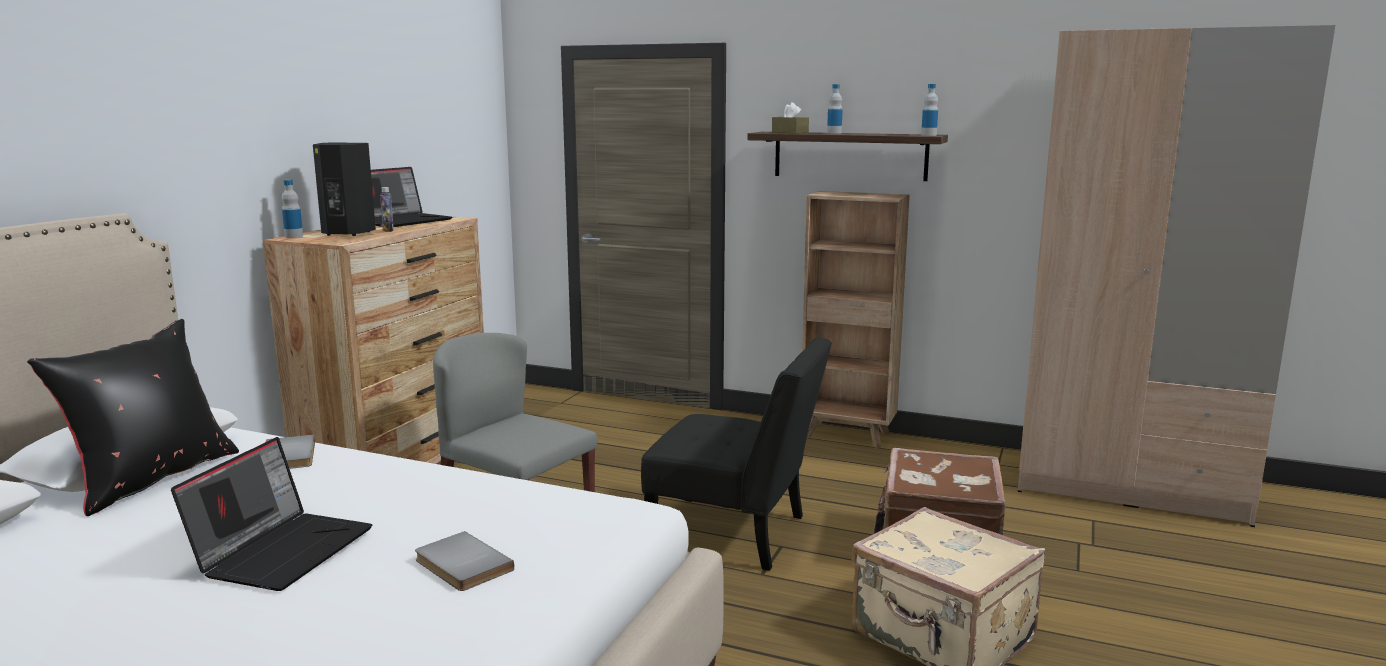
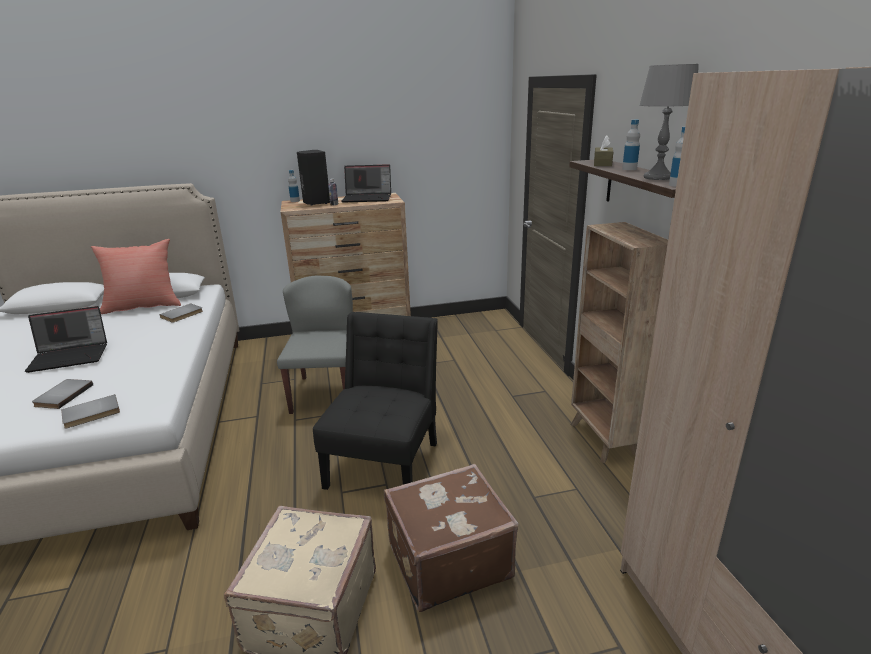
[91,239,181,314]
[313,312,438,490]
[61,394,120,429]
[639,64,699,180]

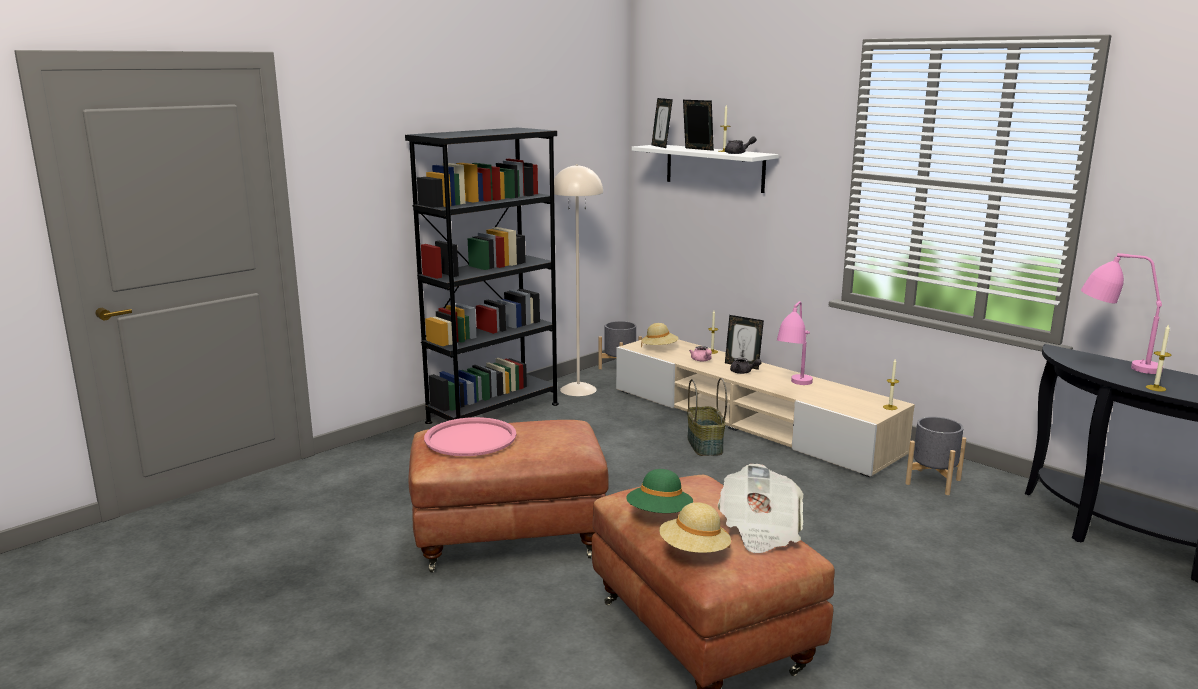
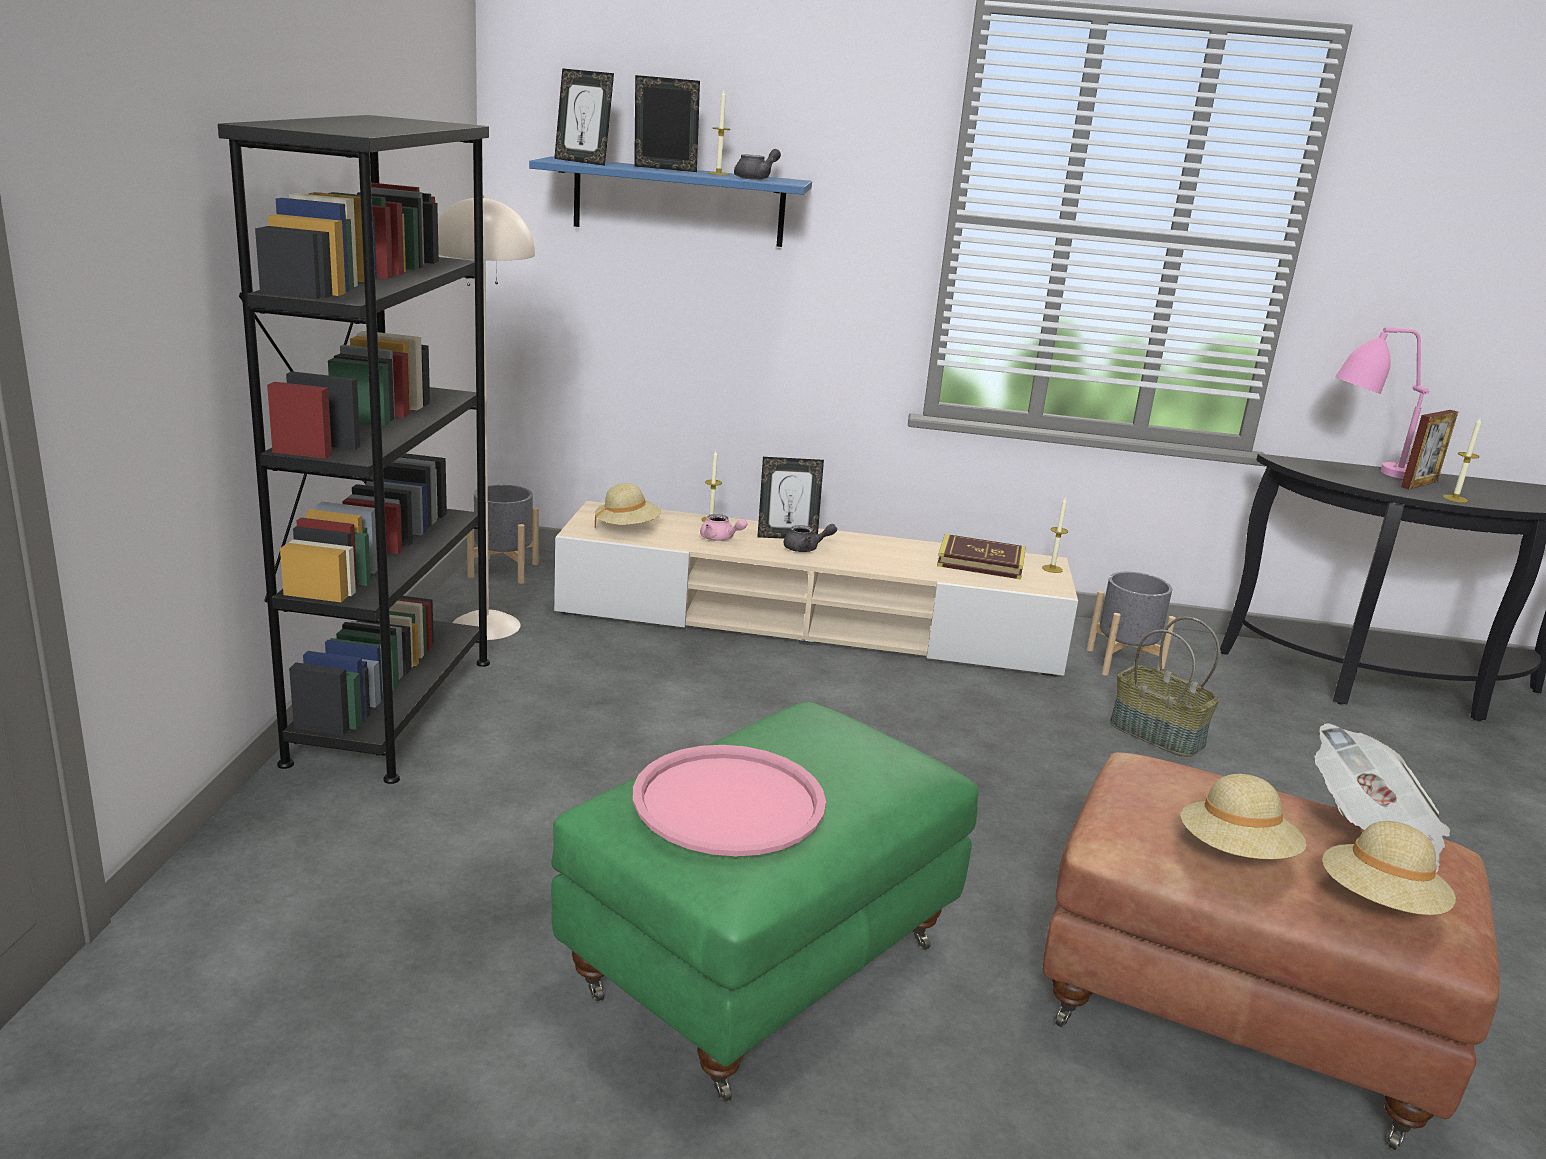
[551,702,979,1102]
[1181,774,1306,859]
[529,156,812,247]
[1110,617,1220,757]
[777,301,813,385] (first image)
[937,534,1026,579]
[1401,410,1458,489]

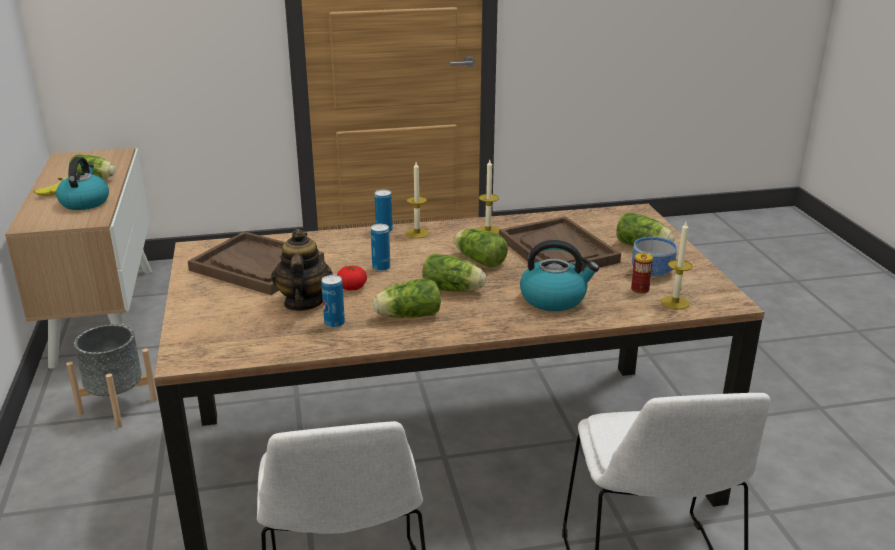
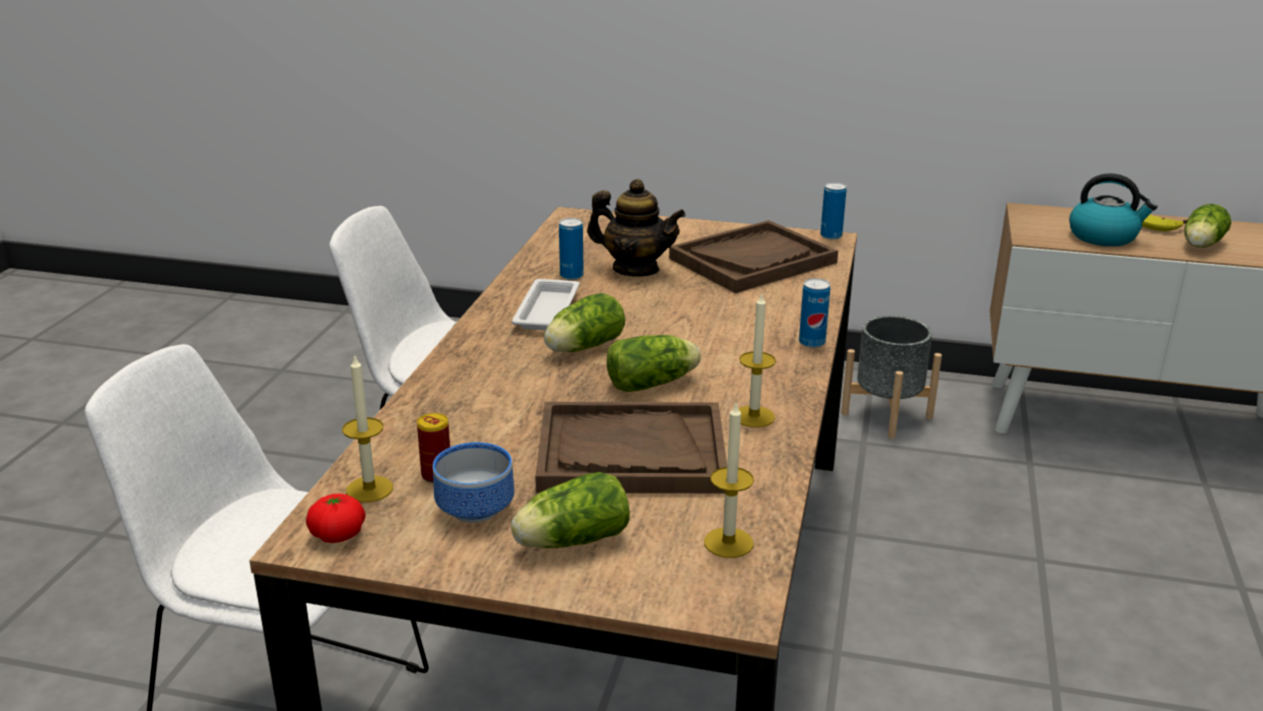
[306,493,365,543]
[820,182,847,240]
[512,279,580,331]
[704,404,754,558]
[520,240,599,311] (first image)

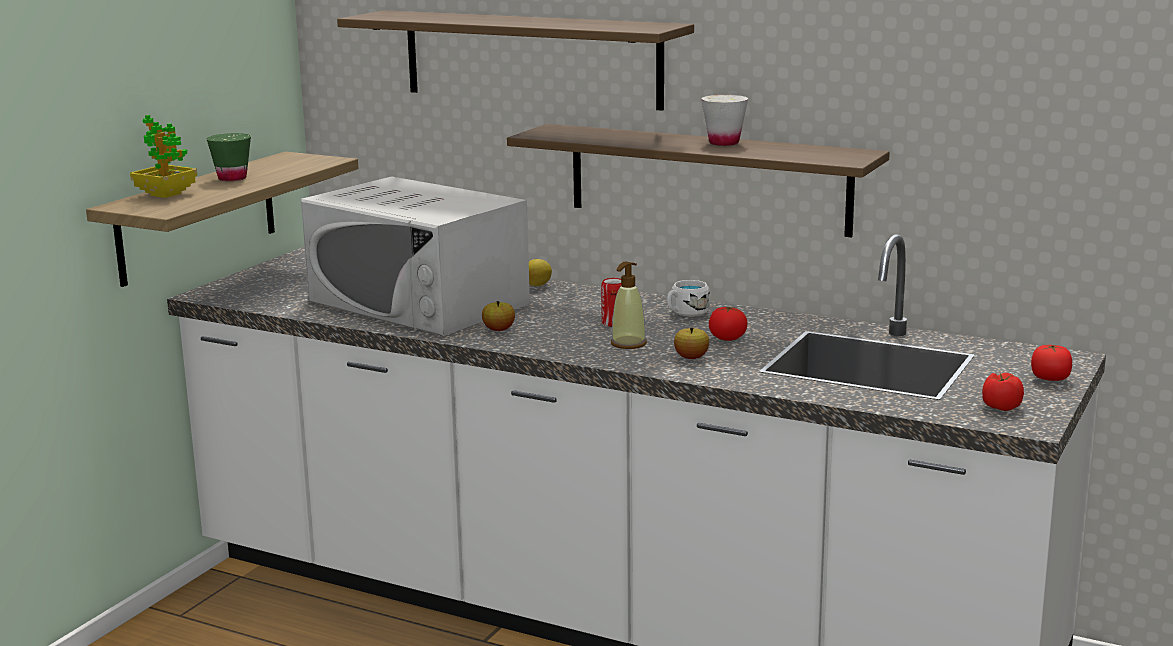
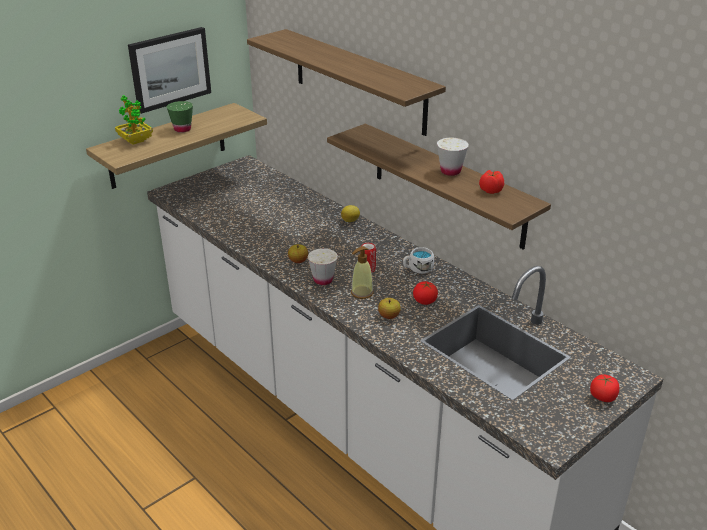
[301,176,530,336] (first image)
[479,170,504,194]
[128,27,211,114]
[308,248,338,285]

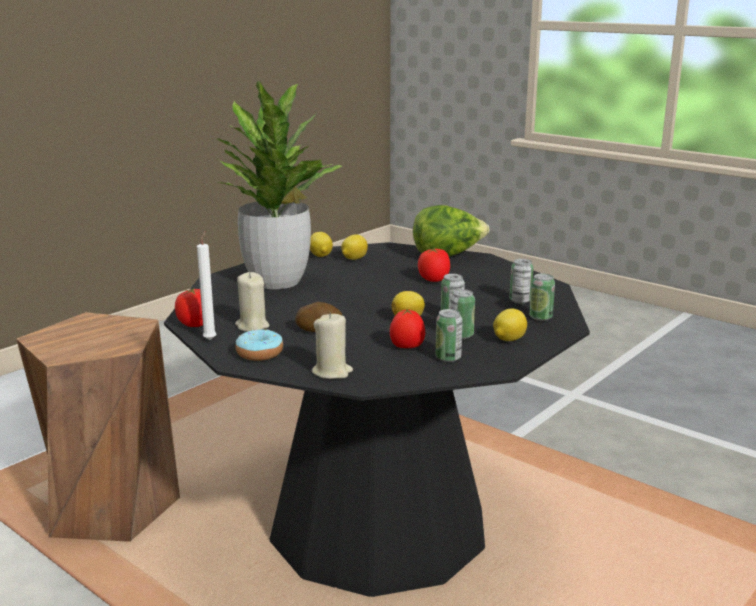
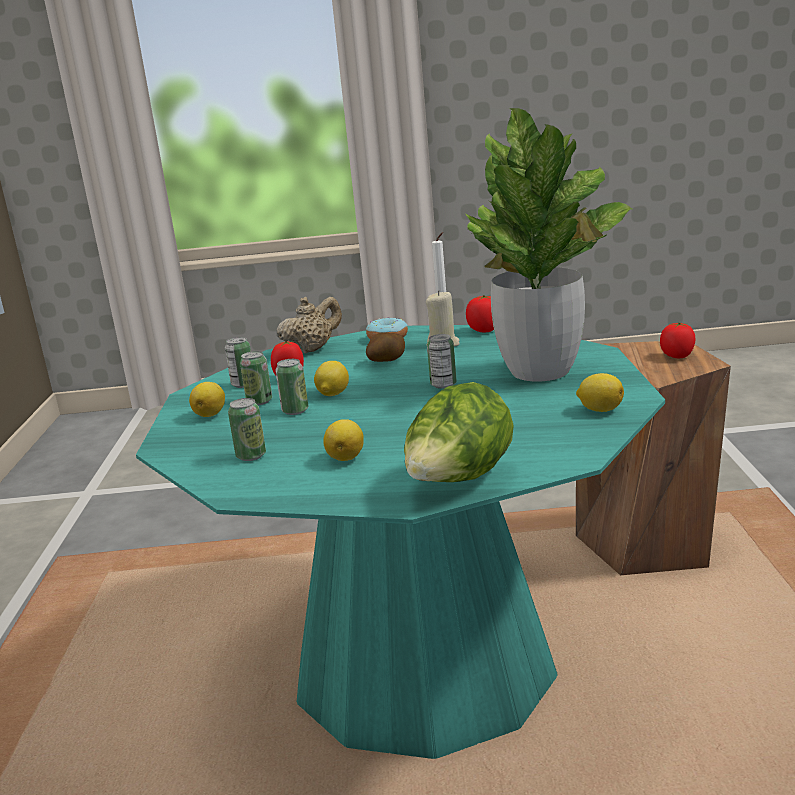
[136,325,665,759]
[277,297,342,354]
[323,419,364,461]
[660,323,696,358]
[427,334,457,389]

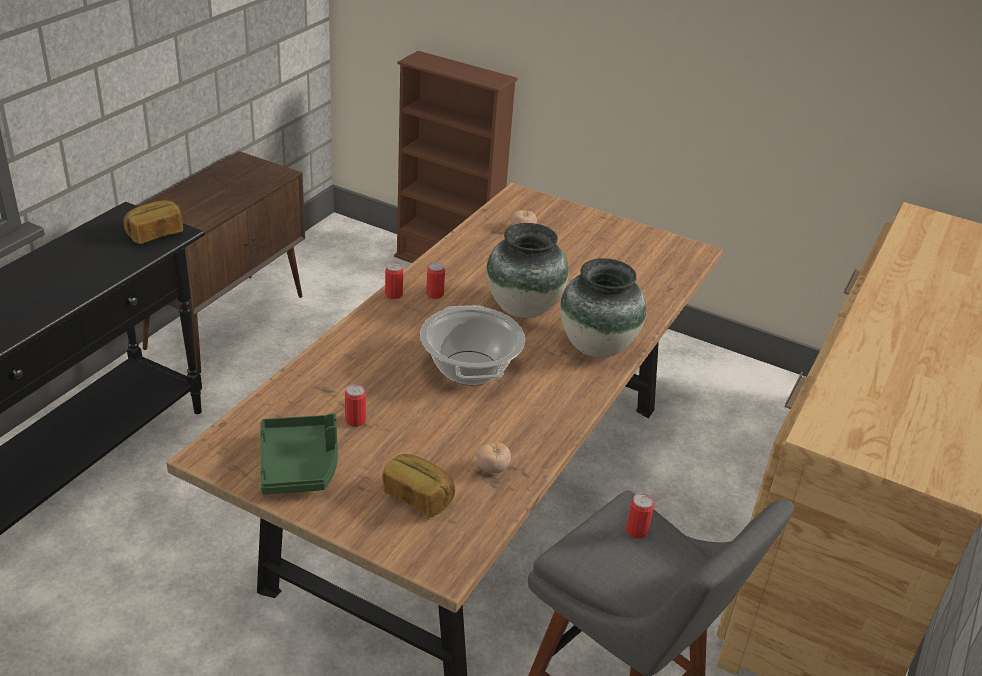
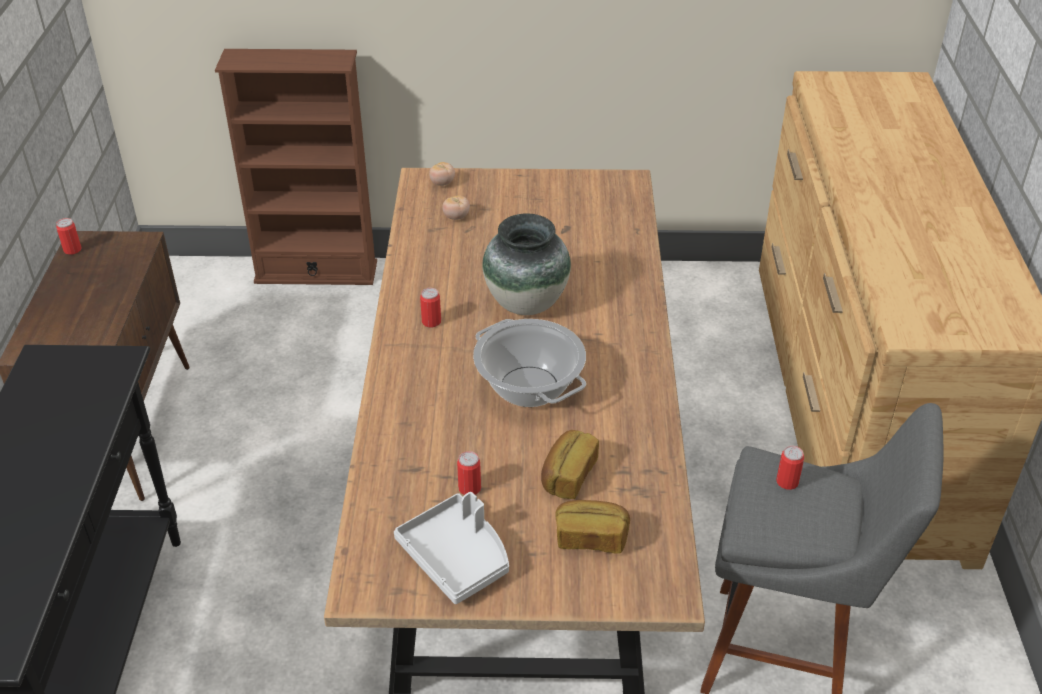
[541,430,599,499]
[394,492,509,604]
[56,218,82,255]
[429,162,455,186]
[560,258,646,357] (first image)

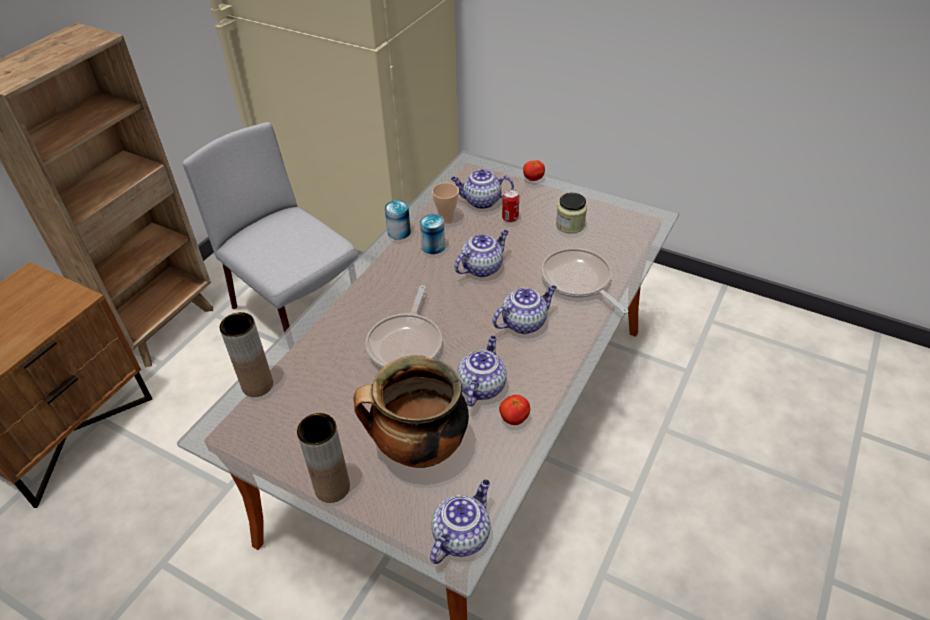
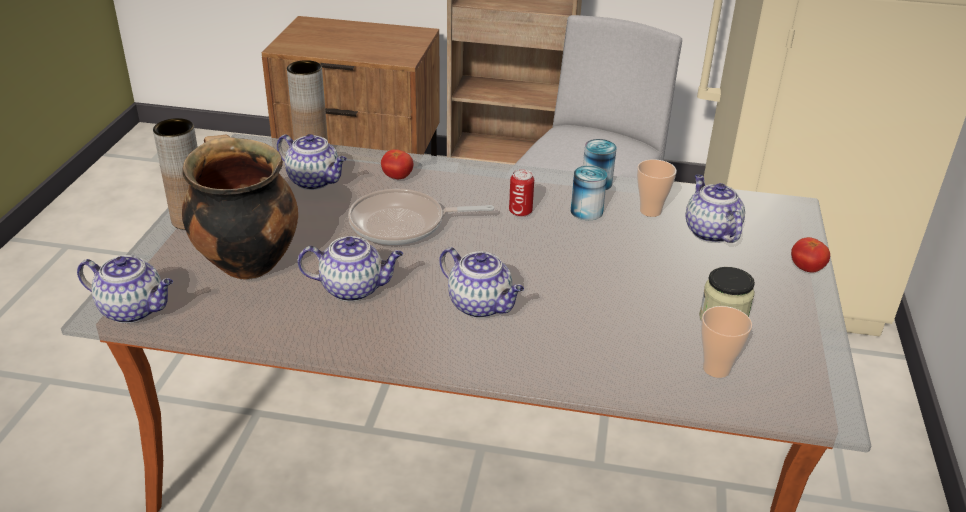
[277,134,347,190]
[381,149,413,179]
[509,169,534,217]
[541,248,629,314] (first image)
[701,306,752,378]

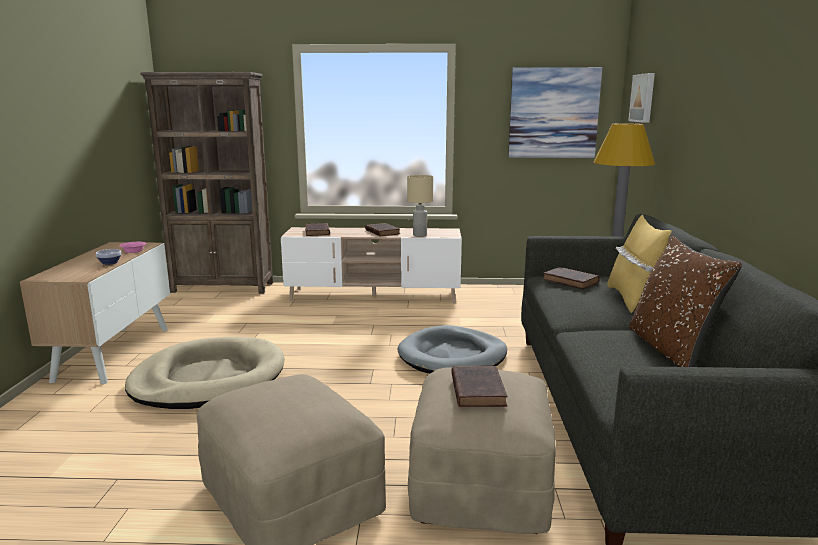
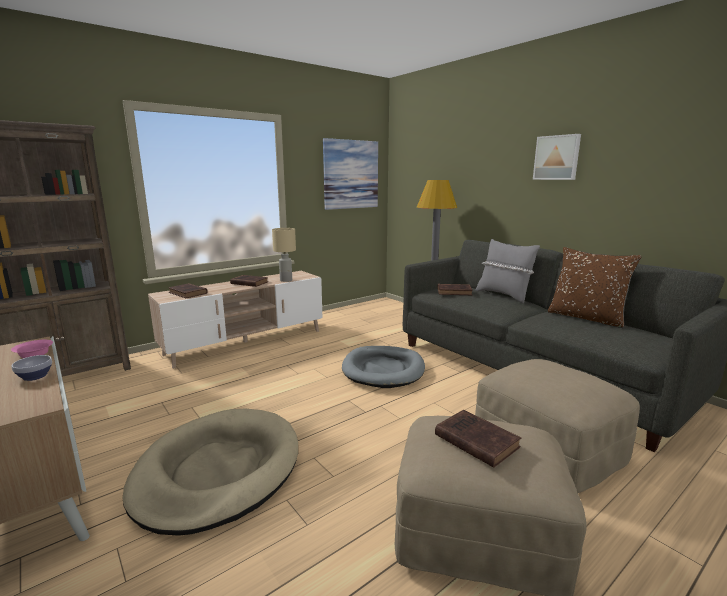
[435,410,521,468]
[475,239,540,303]
[533,134,581,180]

